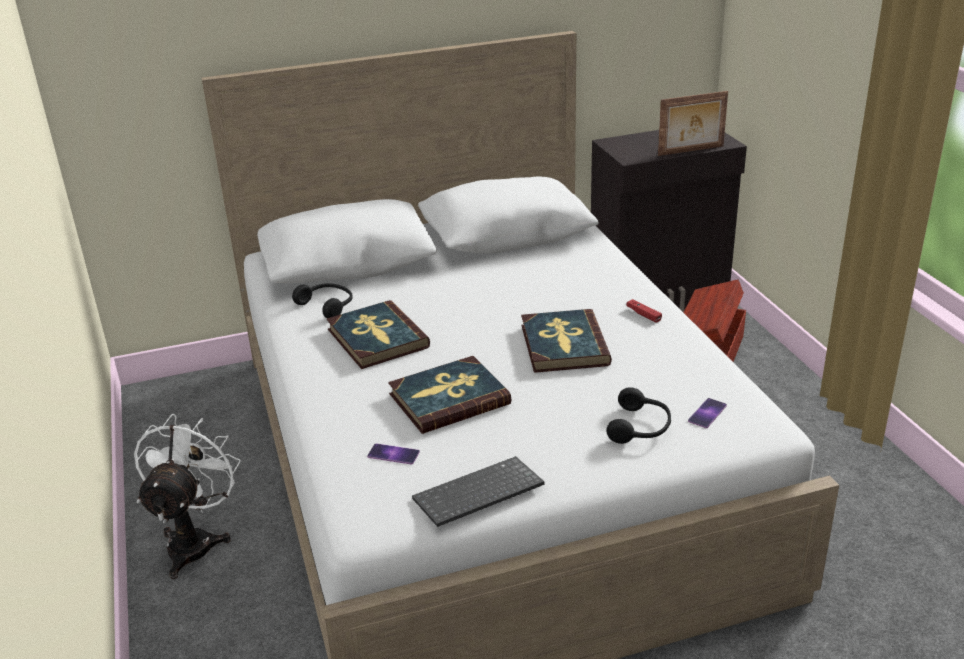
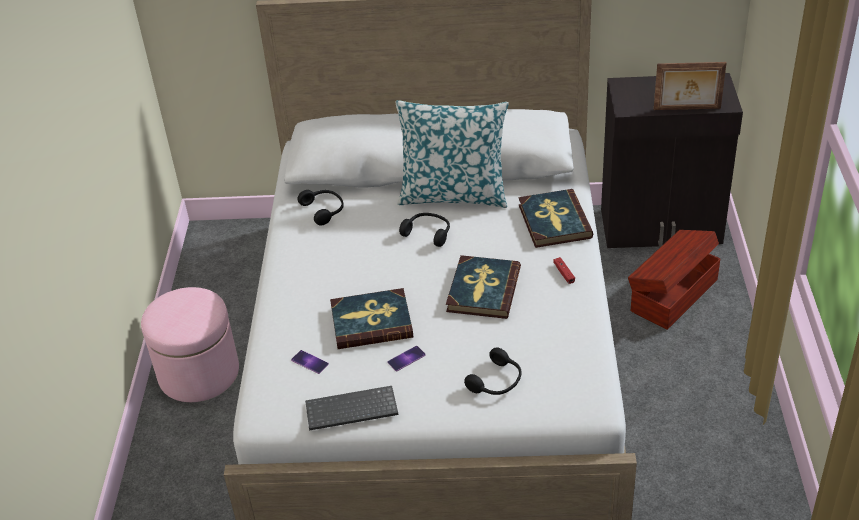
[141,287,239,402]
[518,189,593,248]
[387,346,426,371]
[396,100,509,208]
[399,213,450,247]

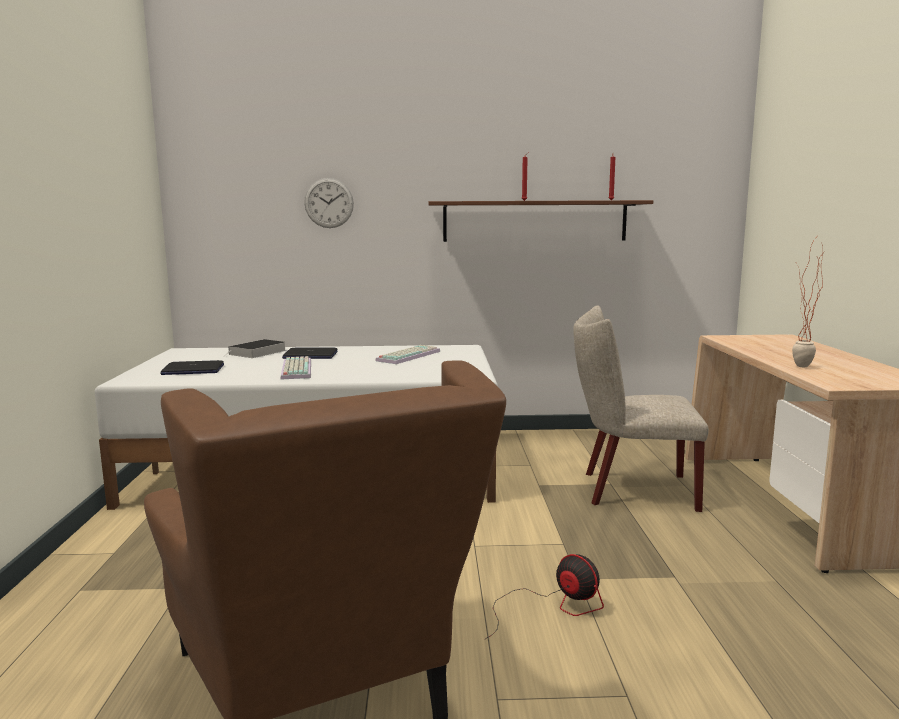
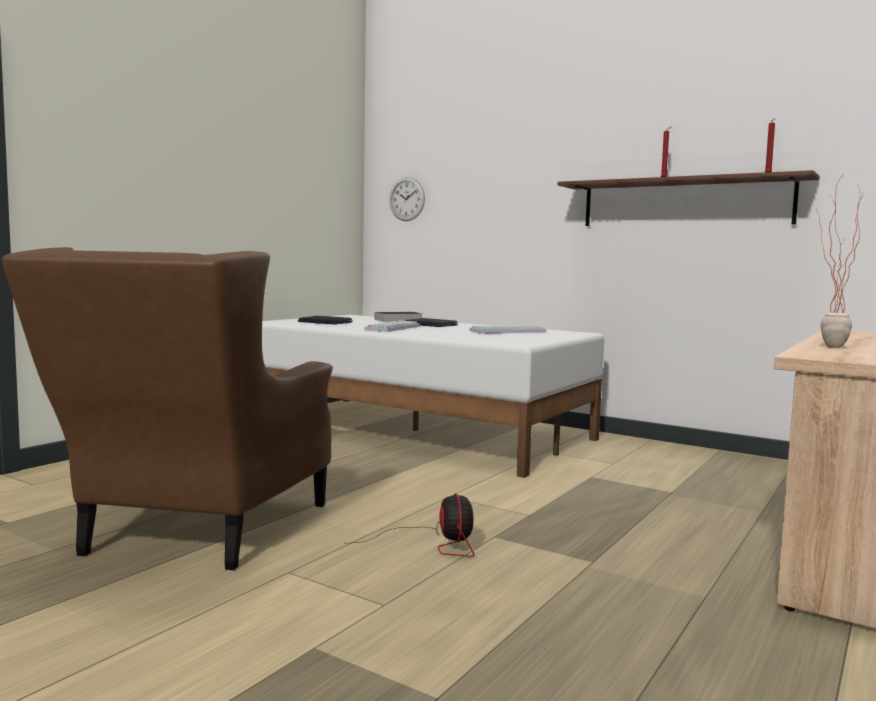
[390,177,425,221]
[573,305,709,512] (first image)

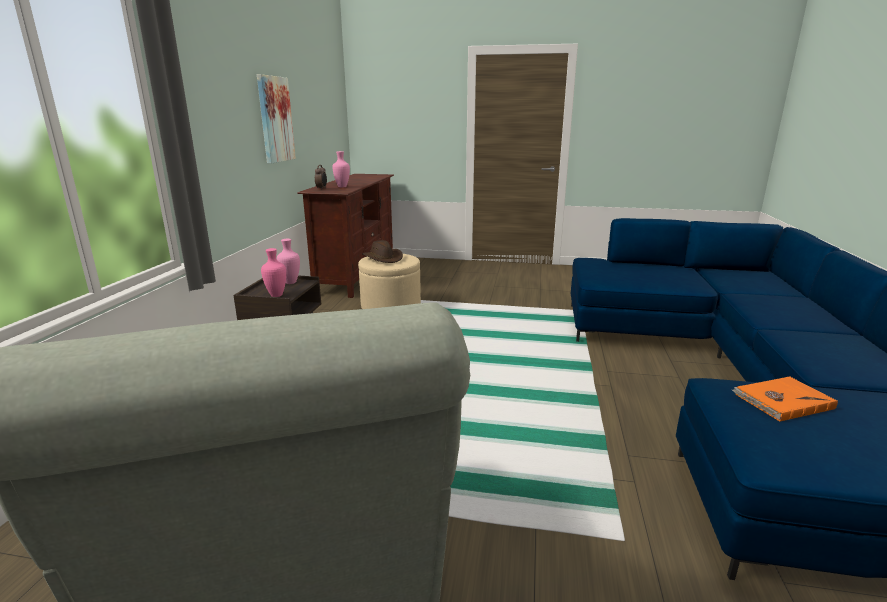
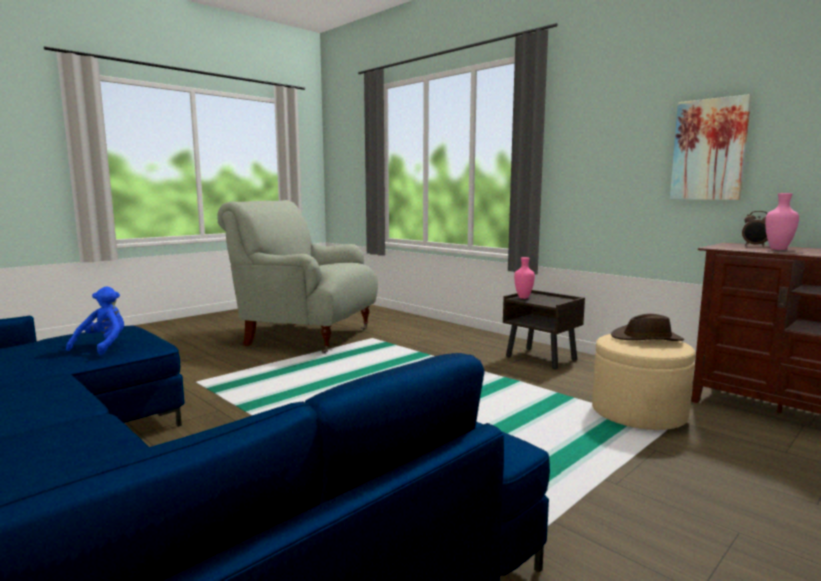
[277,239,300,284] (first image)
[66,287,124,355]

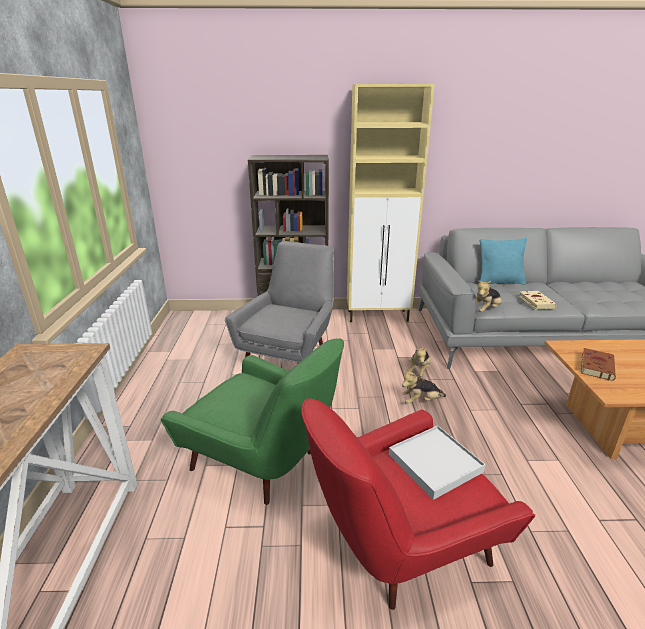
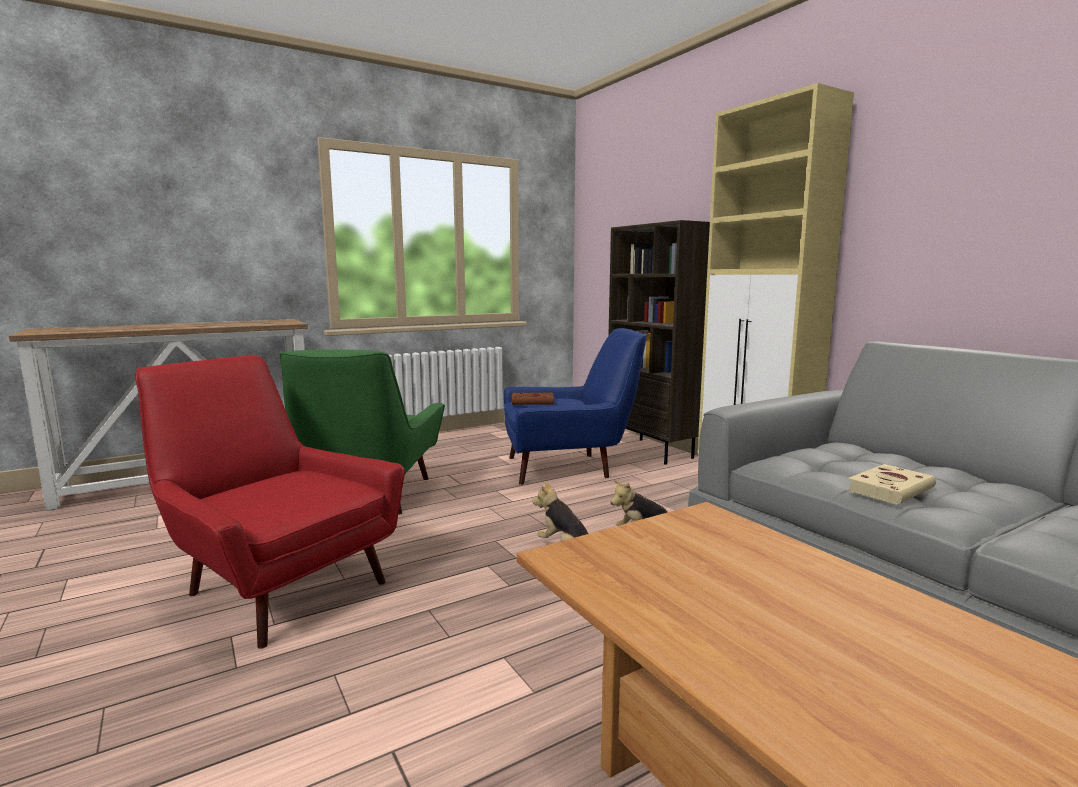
[504,328,648,485]
[389,425,486,500] (first image)
[476,281,502,312] (first image)
[480,238,527,285] (first image)
[512,392,561,405]

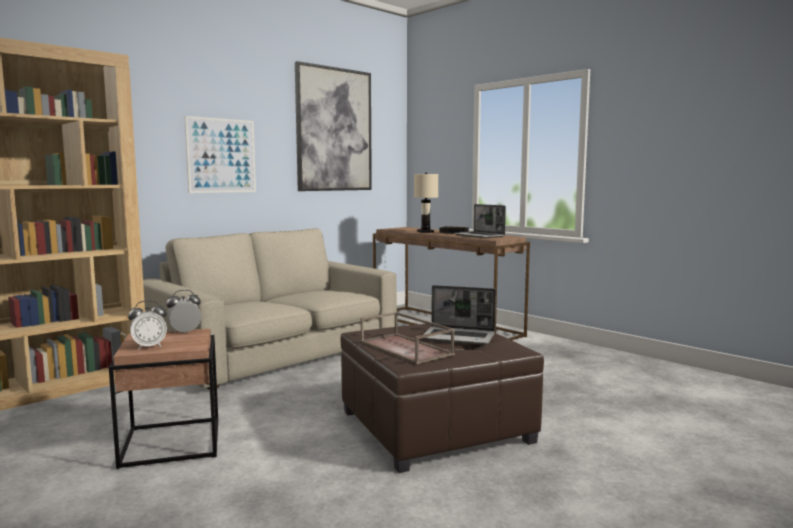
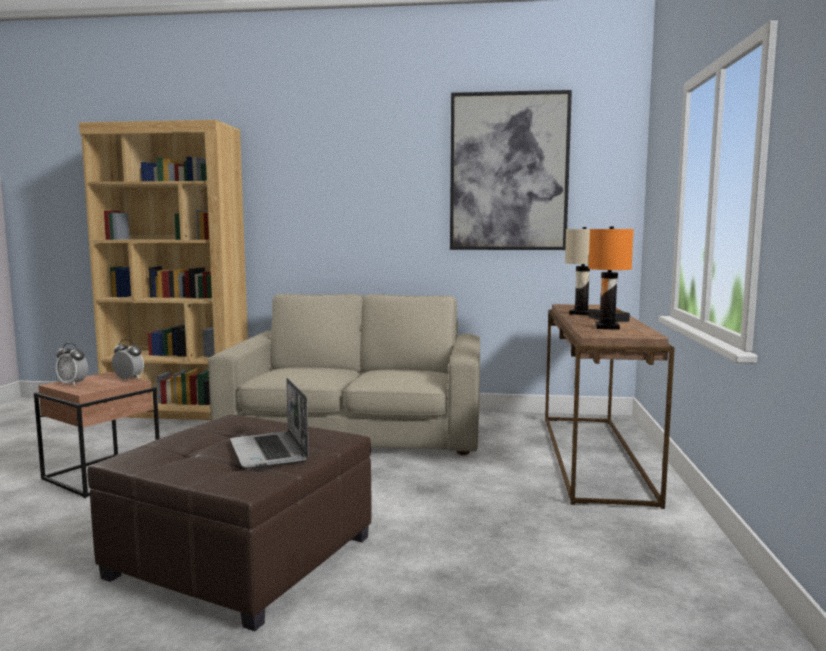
[185,116,256,193] (first image)
[360,312,455,364] (first image)
[588,227,634,330]

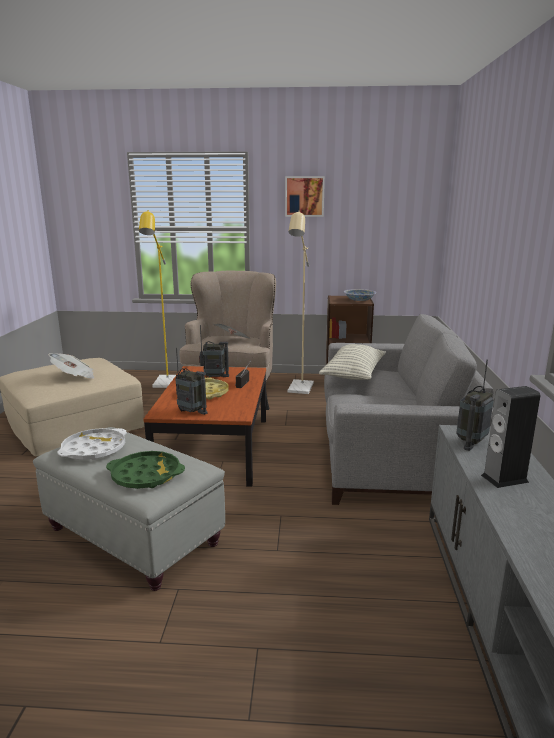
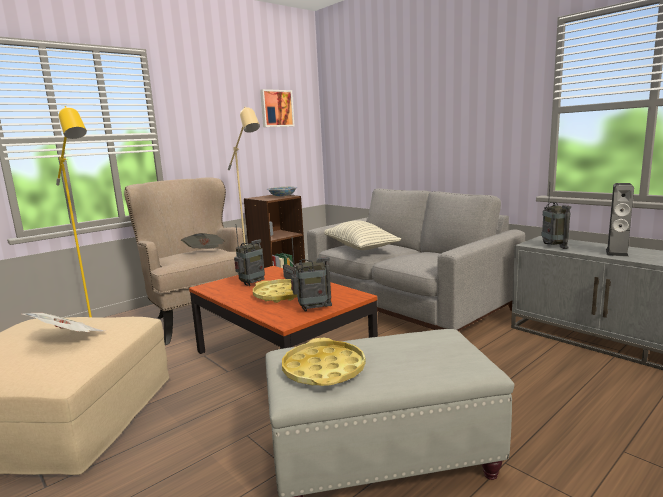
[282,338,366,386]
[106,451,185,489] (first image)
[260,89,294,127]

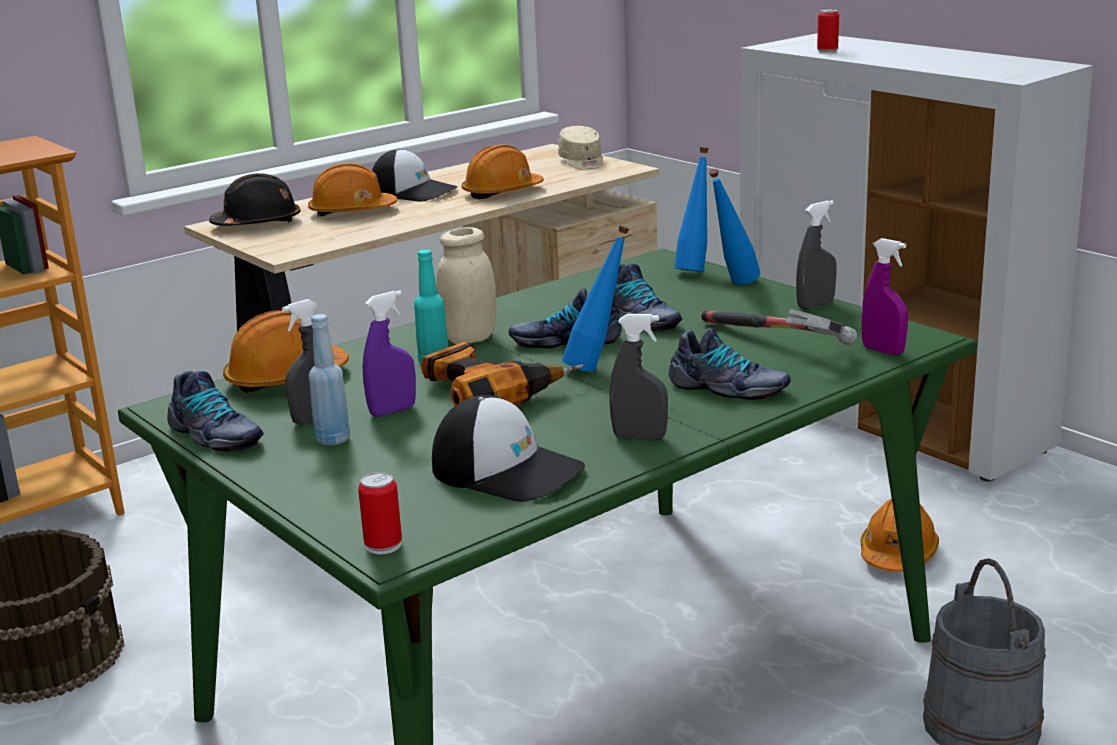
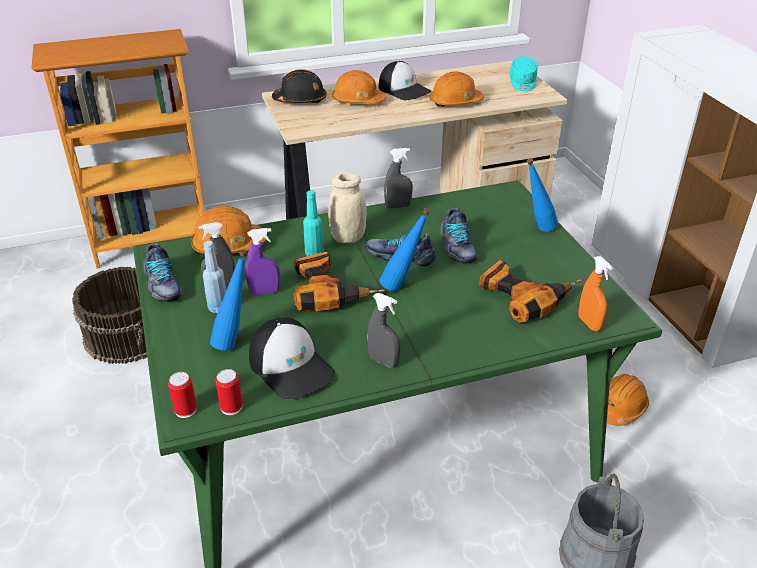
[510,57,537,91]
[669,328,791,400] (first image)
[210,250,247,351]
[479,260,581,323]
[384,148,413,208]
[215,369,243,415]
[579,256,613,331]

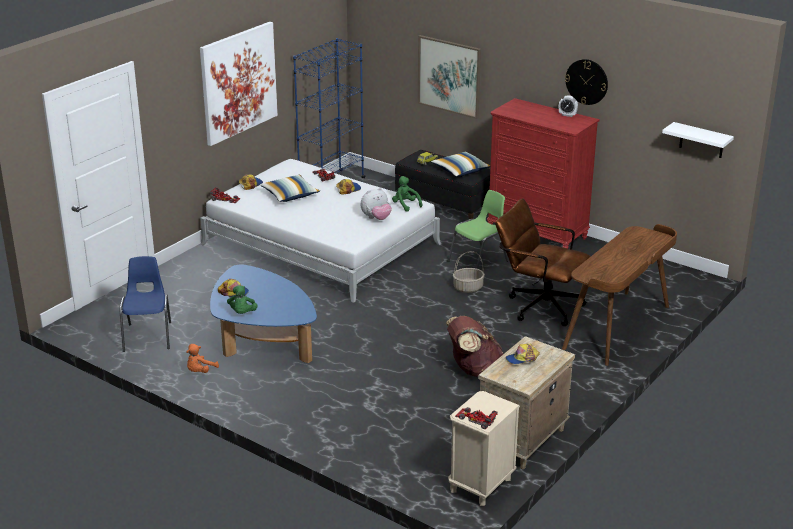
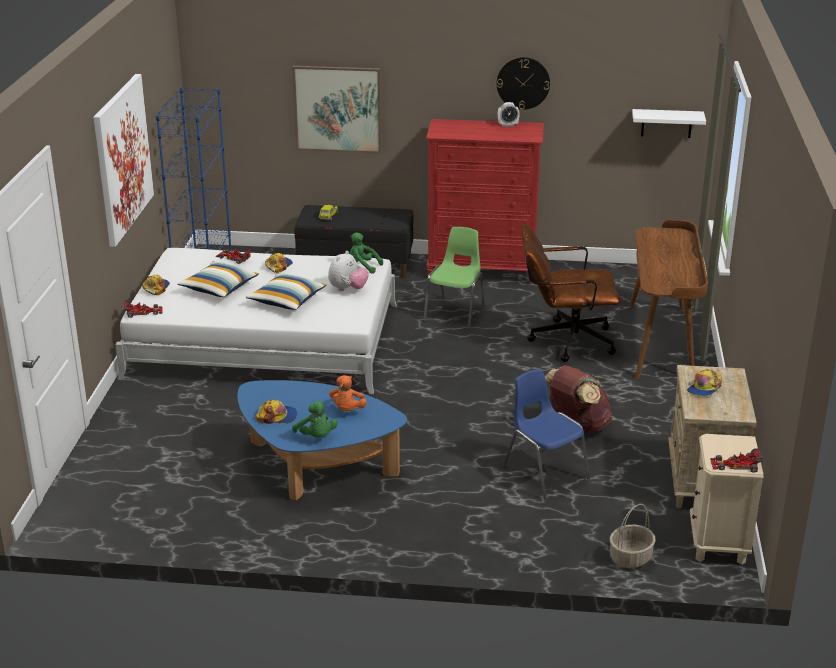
[503,369,590,499]
[329,375,367,411]
[245,273,326,310]
[609,504,656,568]

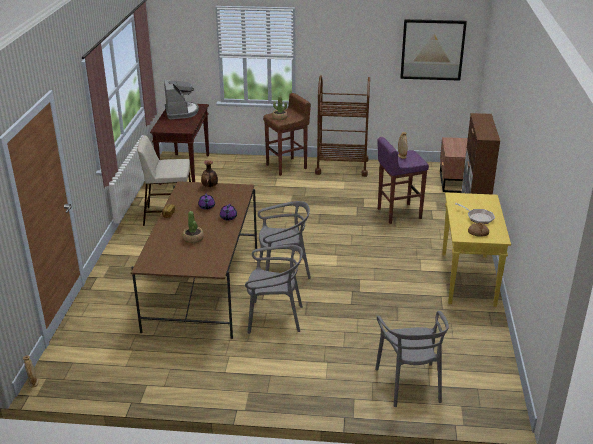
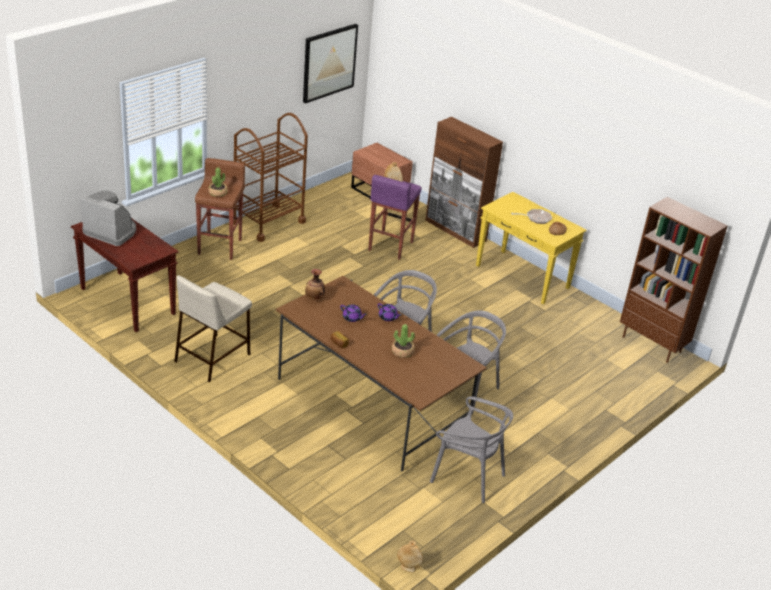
[430,396,513,503]
[620,197,728,363]

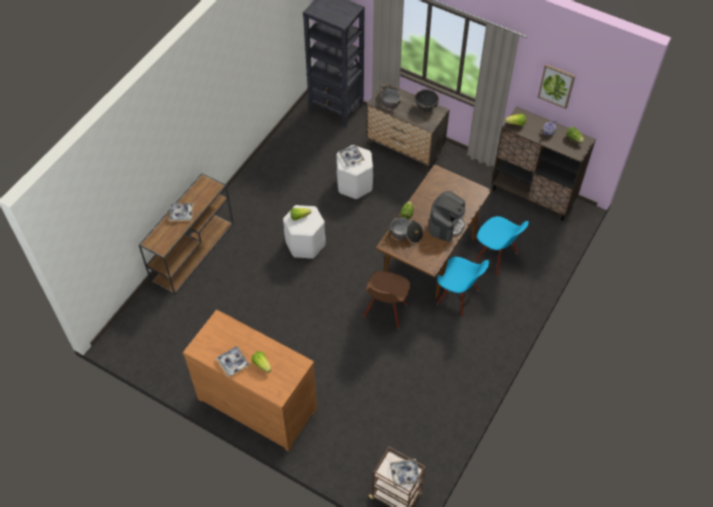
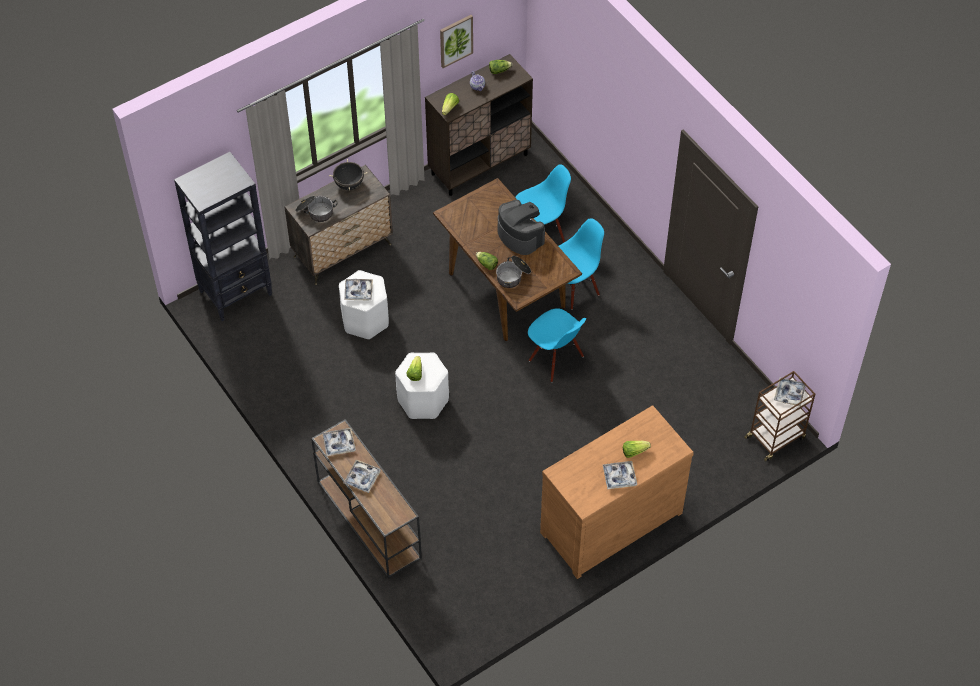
[528,308,586,382]
[322,428,356,456]

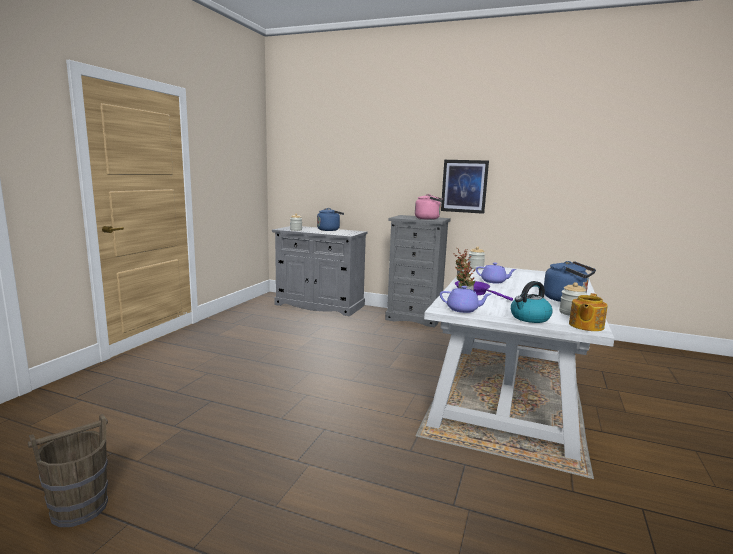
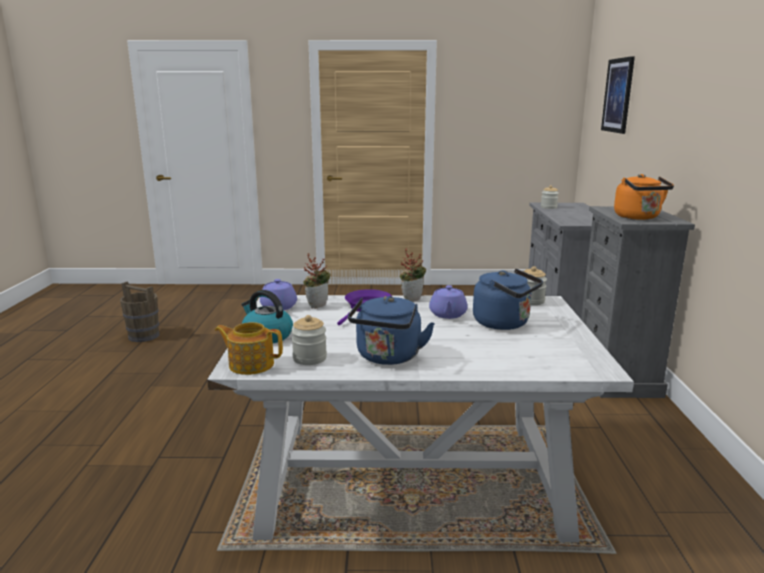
[473,269,543,330]
[614,174,674,220]
[601,56,635,134]

